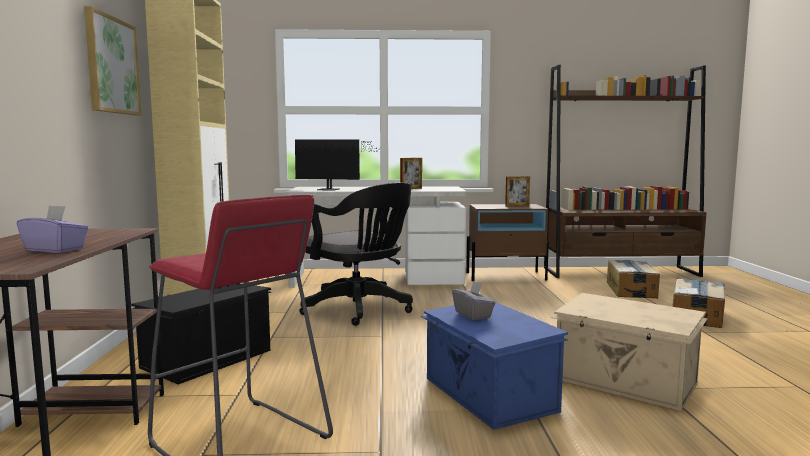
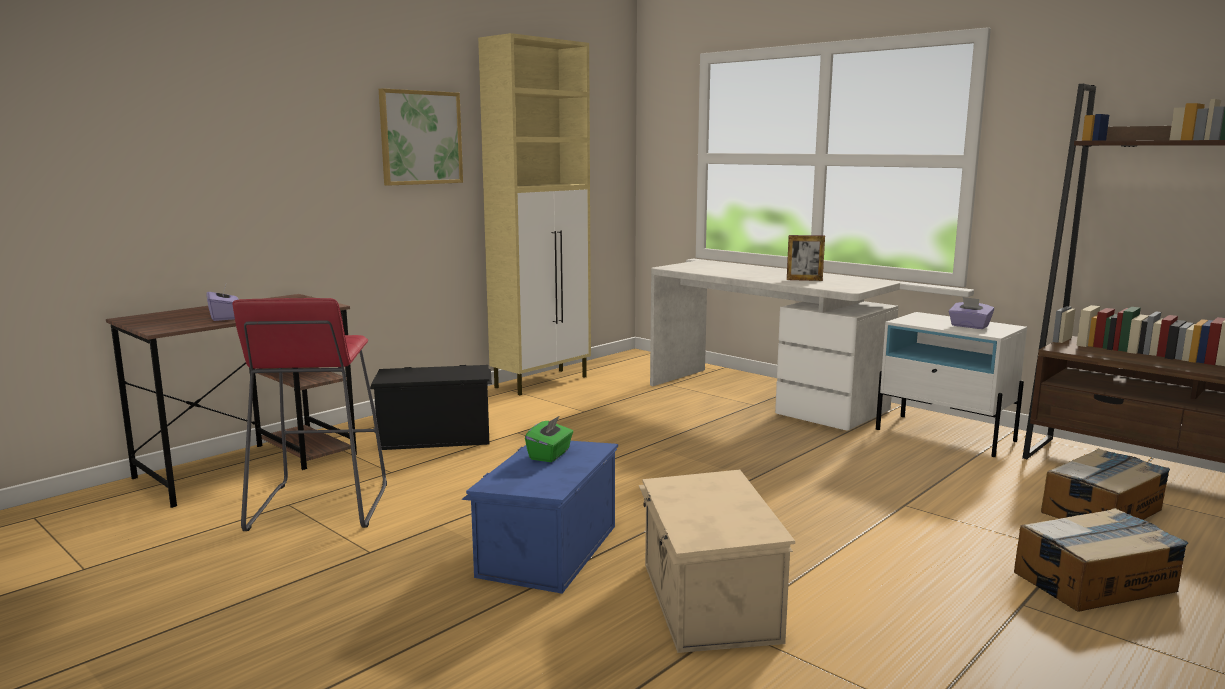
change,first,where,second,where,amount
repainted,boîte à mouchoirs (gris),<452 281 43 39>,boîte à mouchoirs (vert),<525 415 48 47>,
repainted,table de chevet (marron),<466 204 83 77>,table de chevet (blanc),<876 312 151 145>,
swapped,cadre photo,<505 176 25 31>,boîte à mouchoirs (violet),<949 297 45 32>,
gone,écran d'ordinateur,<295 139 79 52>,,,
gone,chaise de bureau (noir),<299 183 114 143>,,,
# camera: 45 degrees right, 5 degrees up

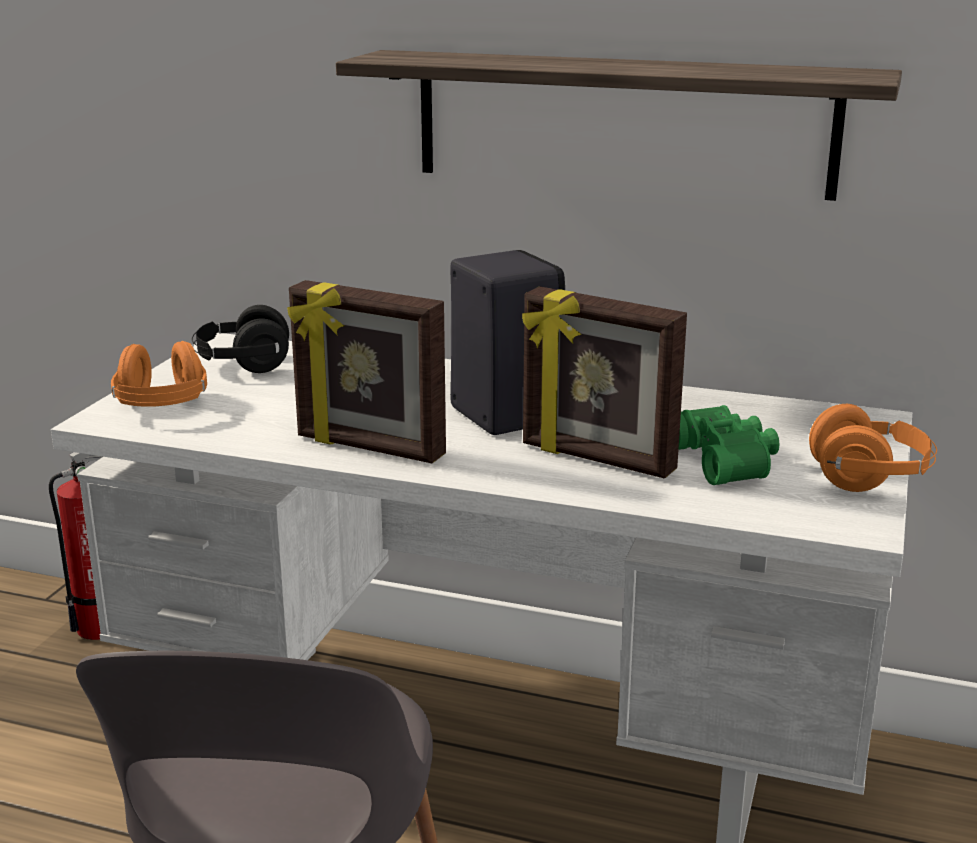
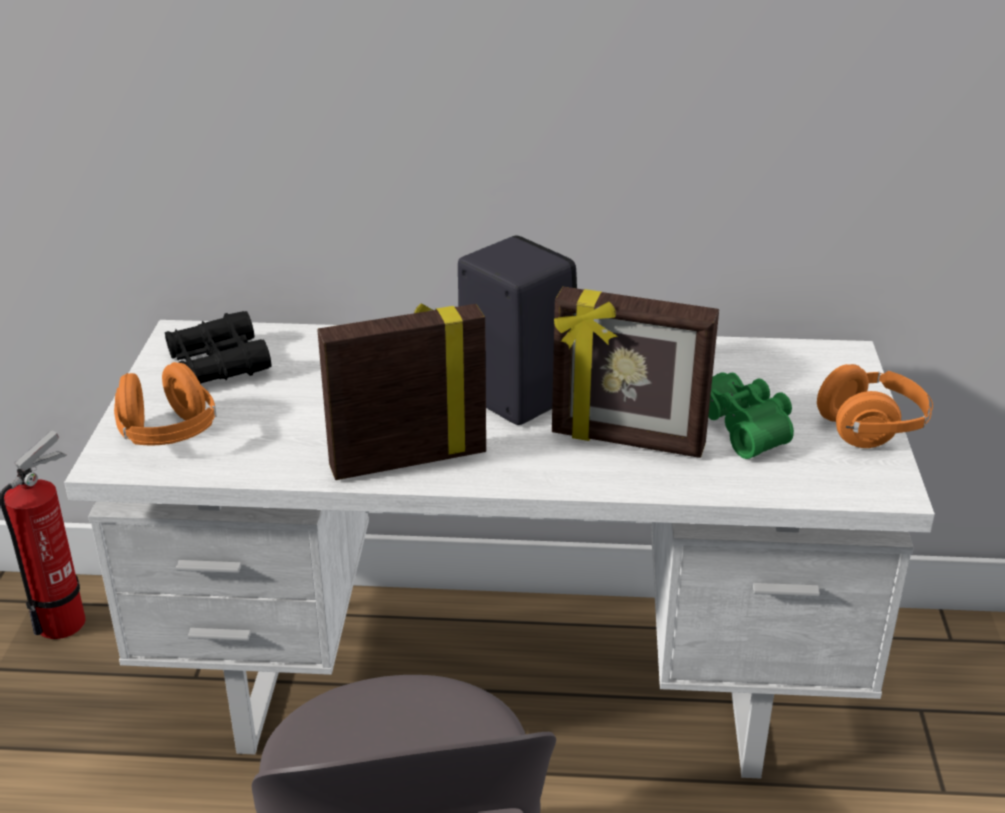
change,first,where,second,where,amount
swapped,casque audio (noir),<192 305 97 68>,jumelles (noir),<165 311 107 73>,
rotated,cadre photo,<287 280 159 183>,,<317 304 169 176>,150 degrees clockwise
gone,étagère,<336 50 566 151>,,,
# camera: 15 degrees left, 10 degrees up

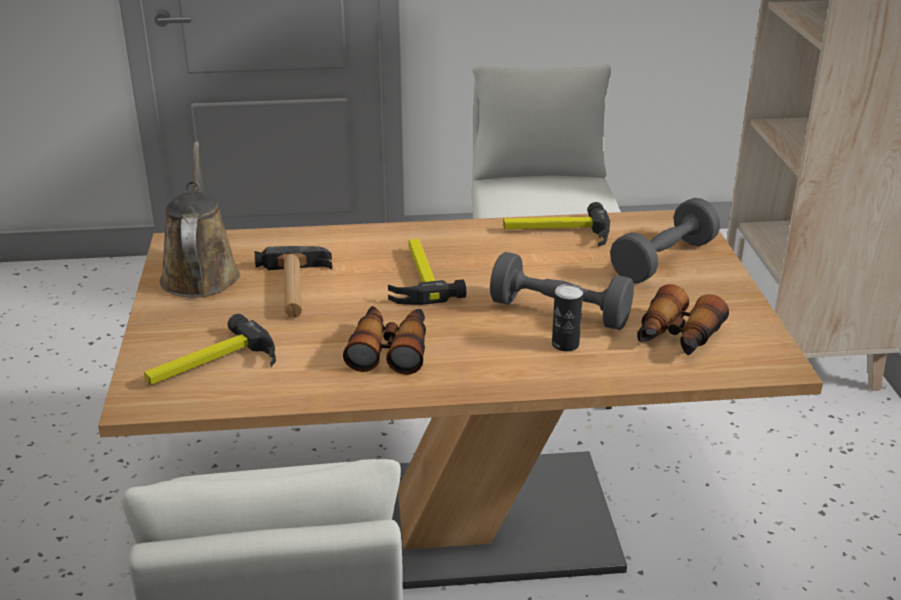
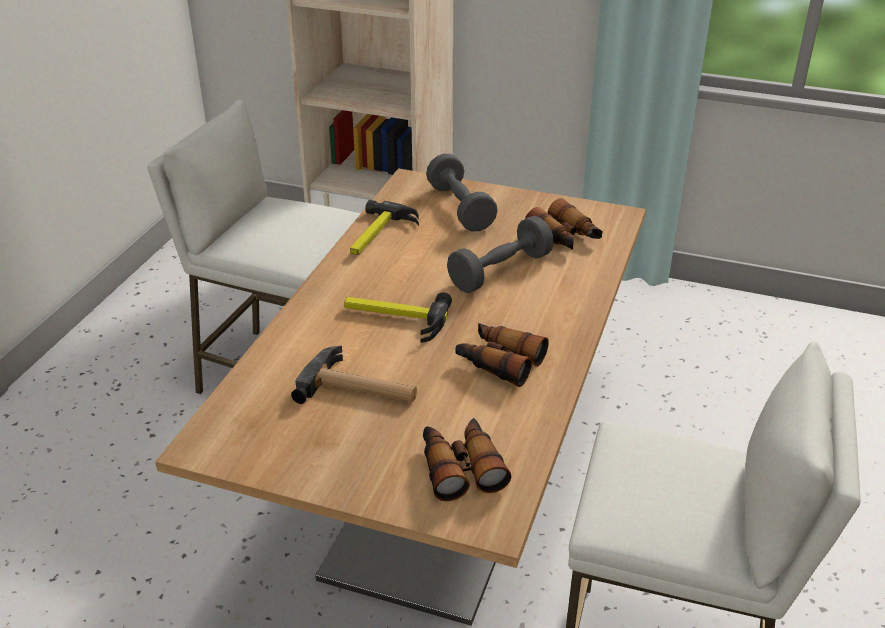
change,first,where,second,where,amount
swapped,marteau,<144 314 132 71>,jumelles,<423 418 88 83>,
gone,arrosoir (marron),<160 141 80 157>,,,
gone,boîte métallique,<552 284 31 68>,,,
# camera: 65 degrees left, 5 degrees up

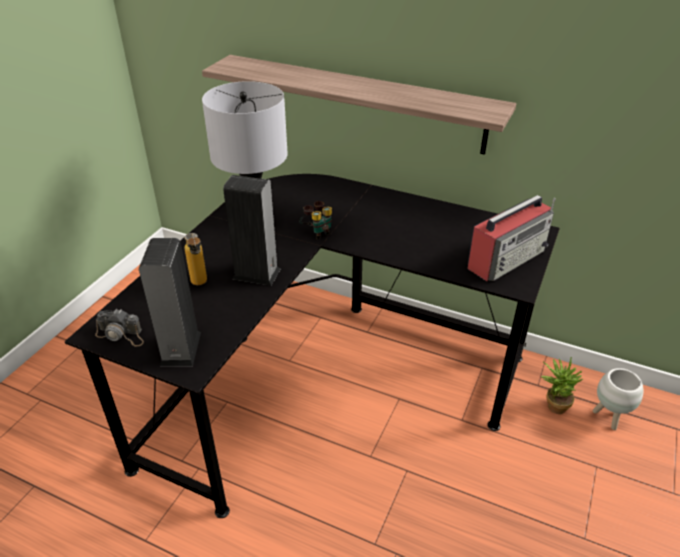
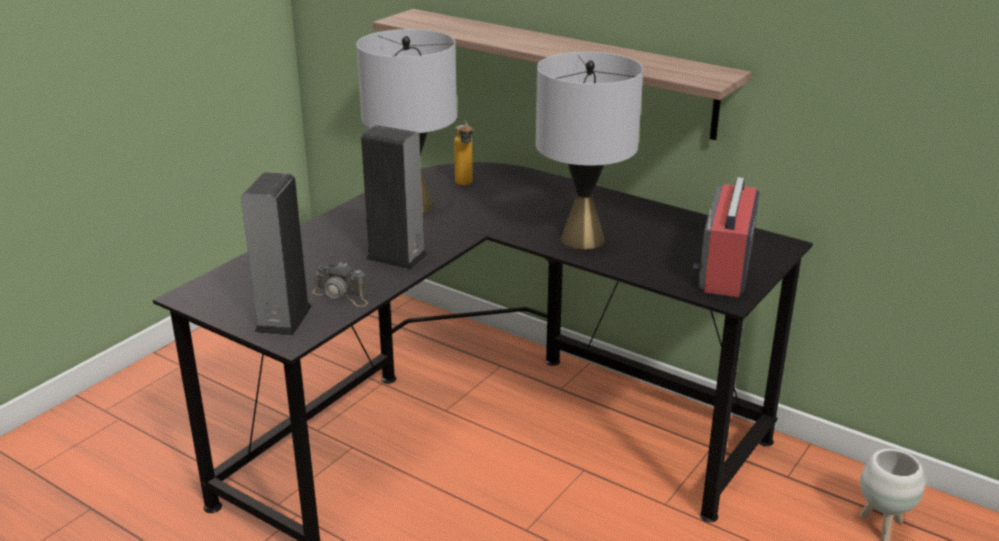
change,first,where,second,where,amount
shifted,appareil photo,<95 309 49 38>,,<312 262 56 45>,
shifted,bouteille,<184 233 23 52>,,<454 120 19 65>,
new,,,lampe de table (gris),<536 52 108 198>,
rotated,radio,<468 195 87 86>,,<693 177 67 120>,135 degrees clockwise
gone,jumelles,<299 201 33 38>,,,
gone,plante en pot,<541 357 42 57>,,,
# camera: 10 degrees right, 10 degrees down

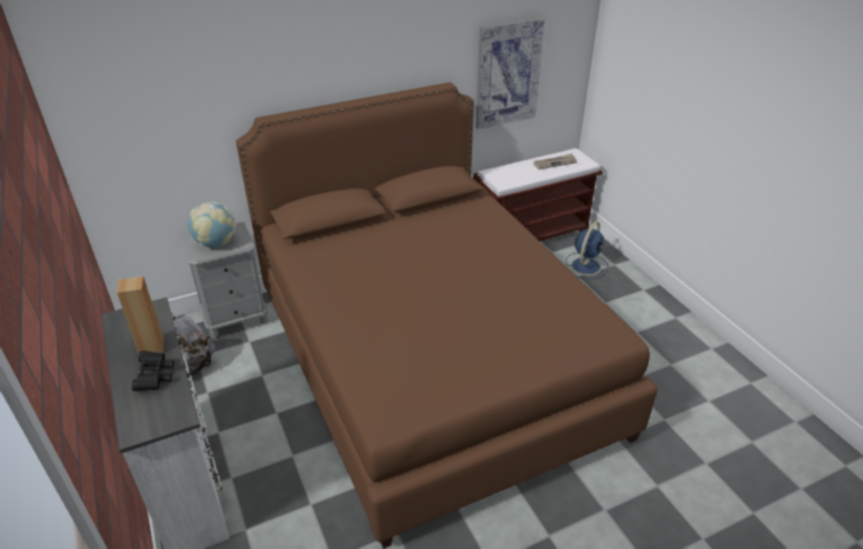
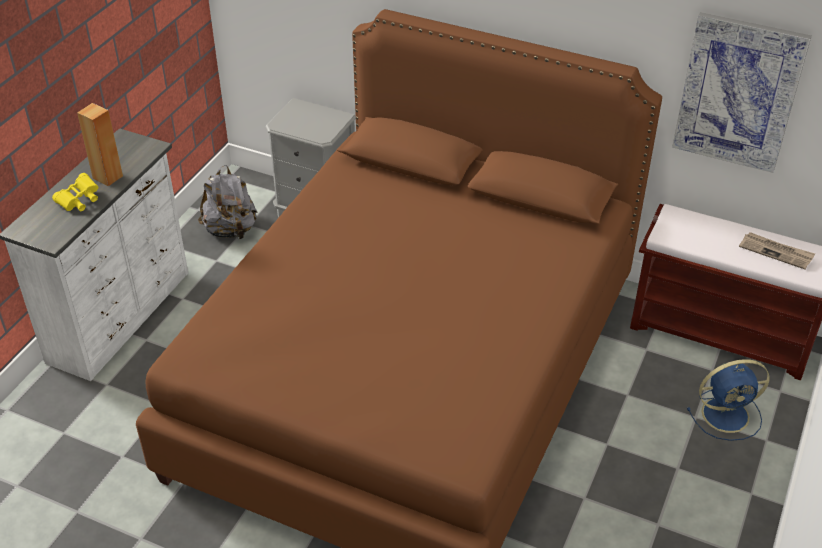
change,first,where,second,where,amount
repainted,jumelles (noir),<132 351 42 40>,jumelles (jaune),<52 173 46 38>,
gone,globe,<188 202 48 45>,,,
# camera: 50 degrees right, 5 degrees up

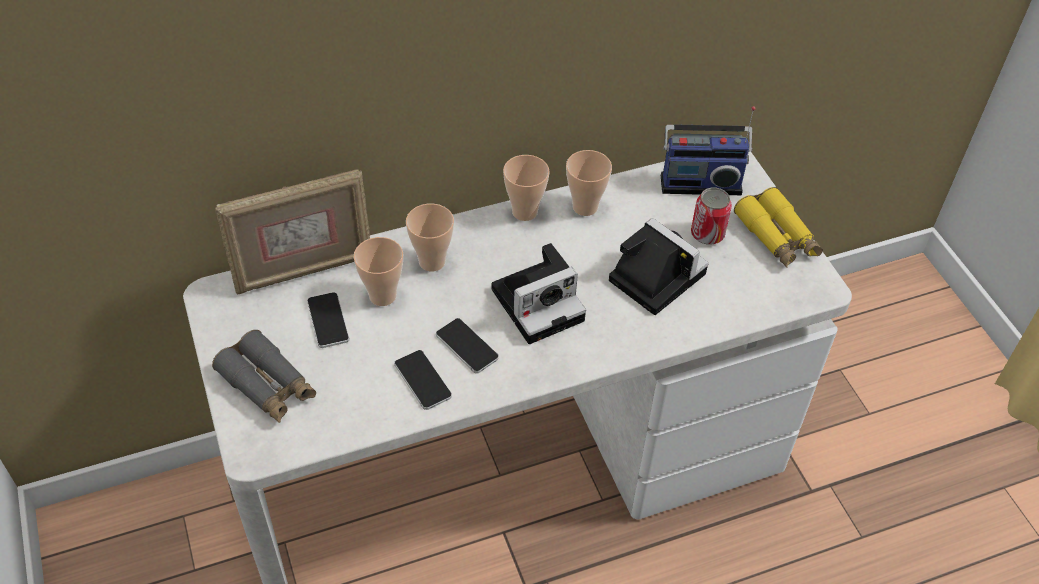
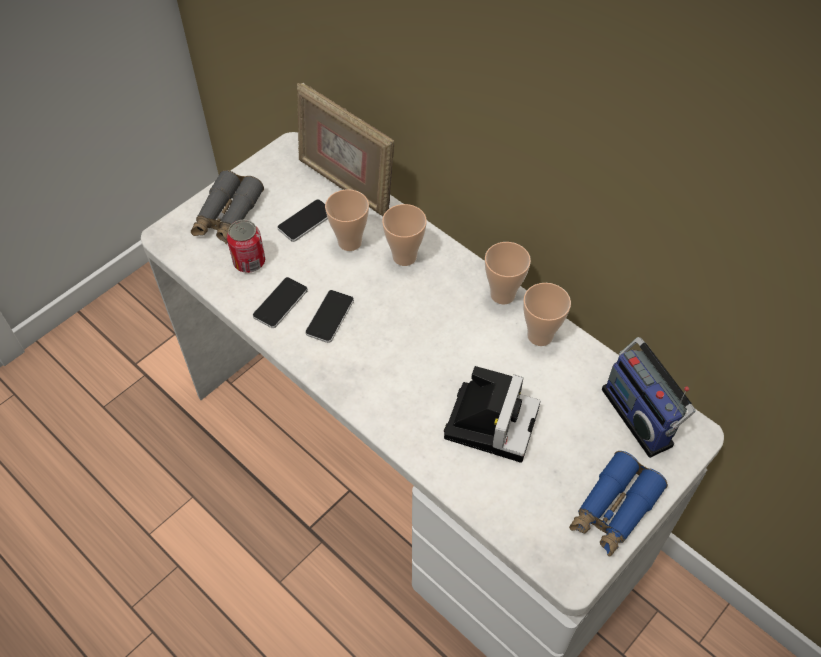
change,first,where,second,where,amount
shifted,boîte métallique,<691 187 41 58>,,<227 219 38 54>,
repainted,jumelles (jaune),<734 187 89 81>,jumelles (bleu),<569 451 99 105>,
gone,appareil photo,<491 243 95 101>,,,
# camera: 65 degrees right, 5 degrees up

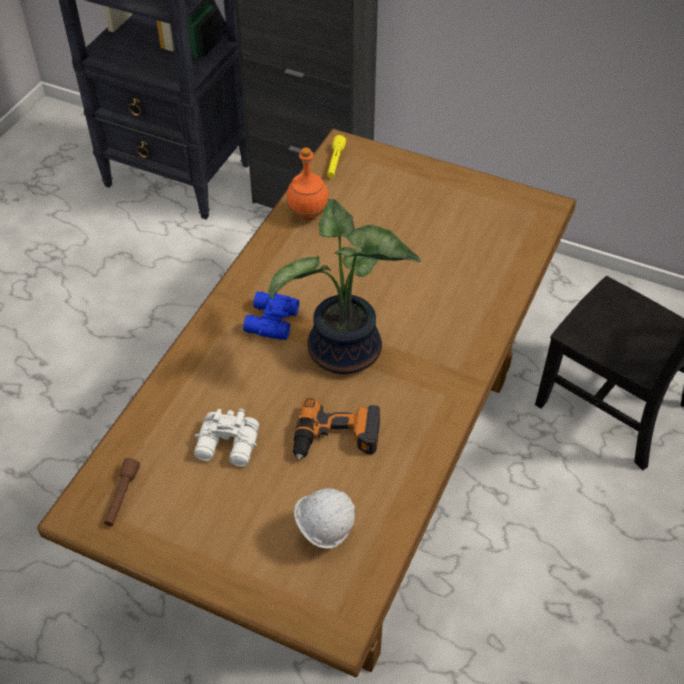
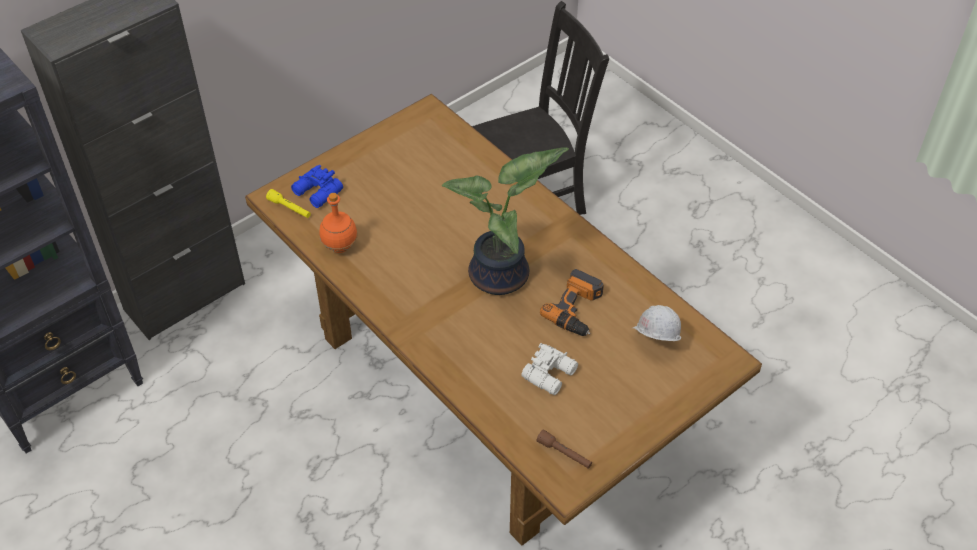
change,first,where,second,where,amount
shifted,jumelles (bleu),<243 292 56 48>,,<291 165 52 43>,
# camera: 65 degrees left, 0 degrees up

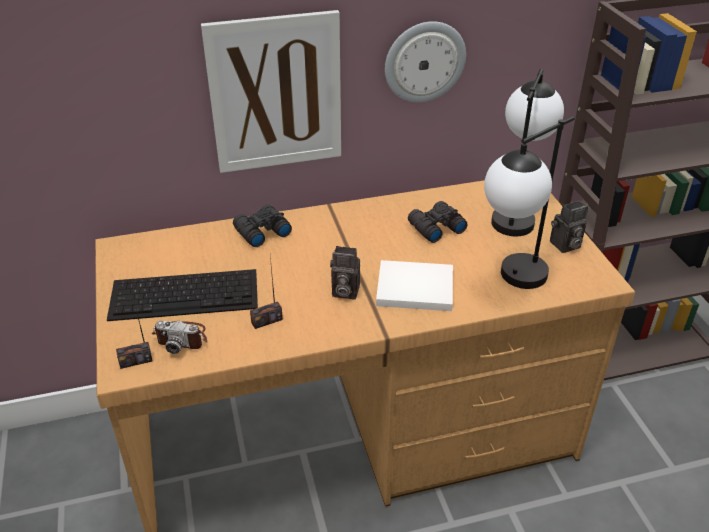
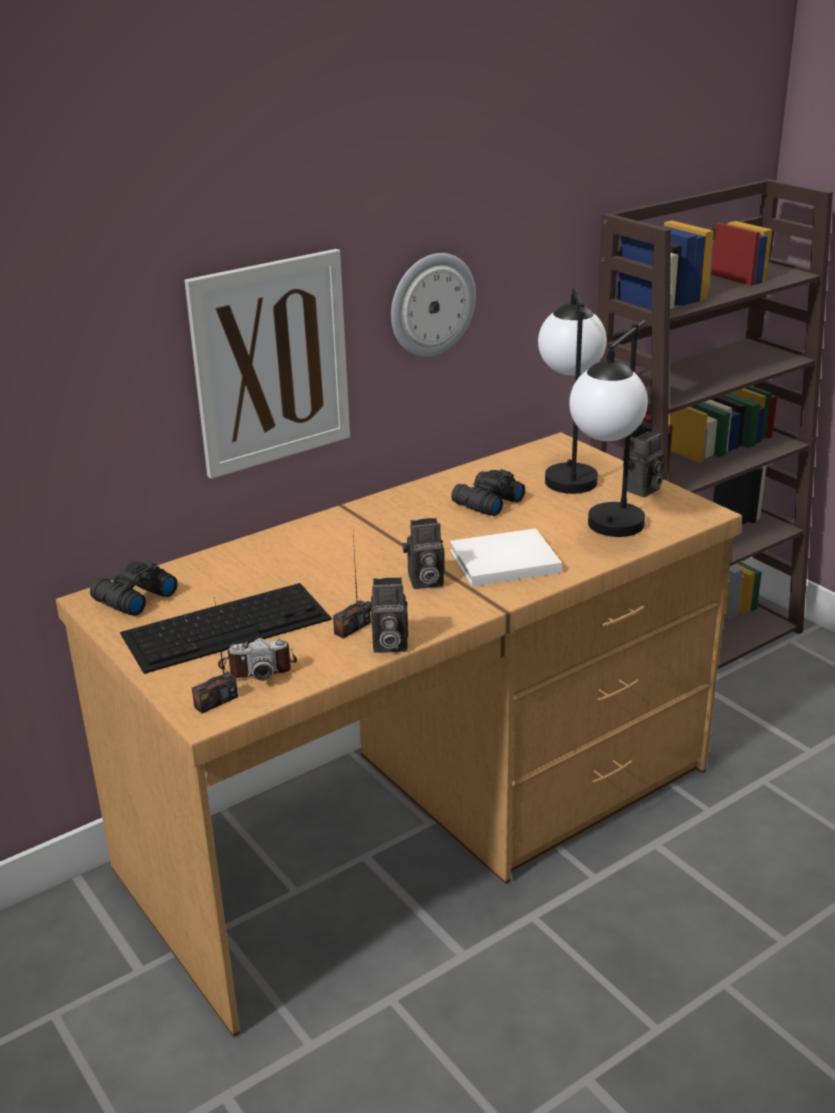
change,first,where,second,where,amount
shifted,jumelles (noir),<233 205 59 42>,,<90 560 88 56>,
new,,,appareil photo,<365 577 43 76>,
# camera: 20 degrees left, 10 degrees down

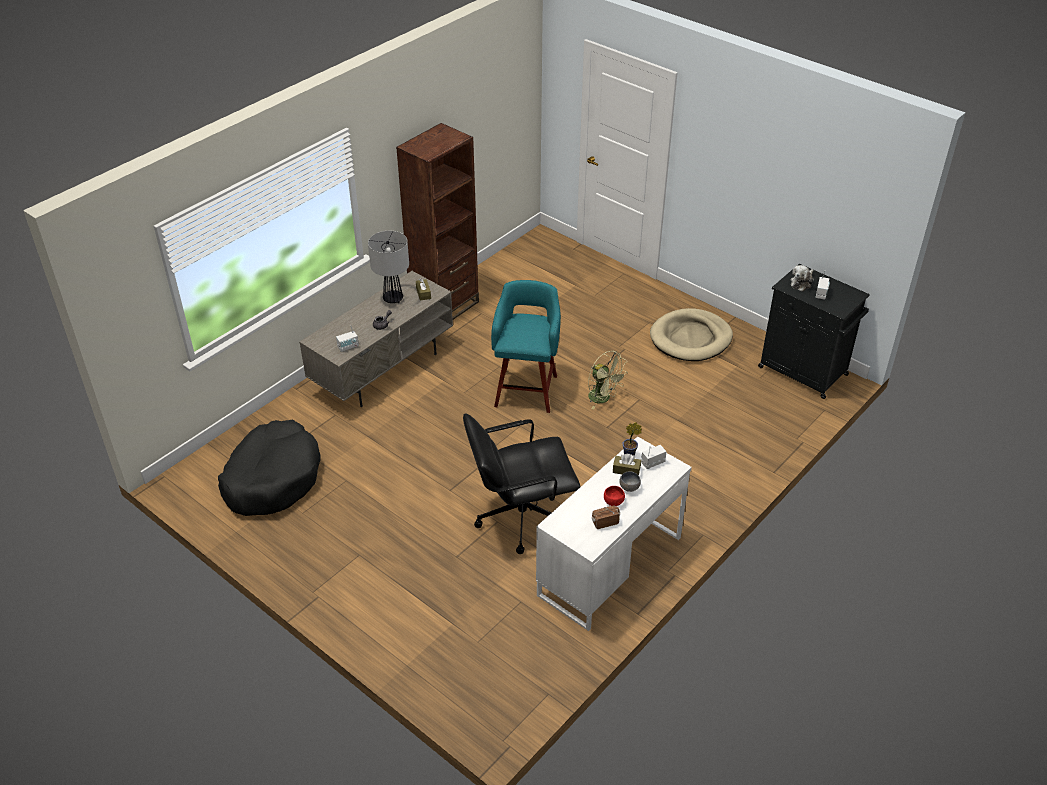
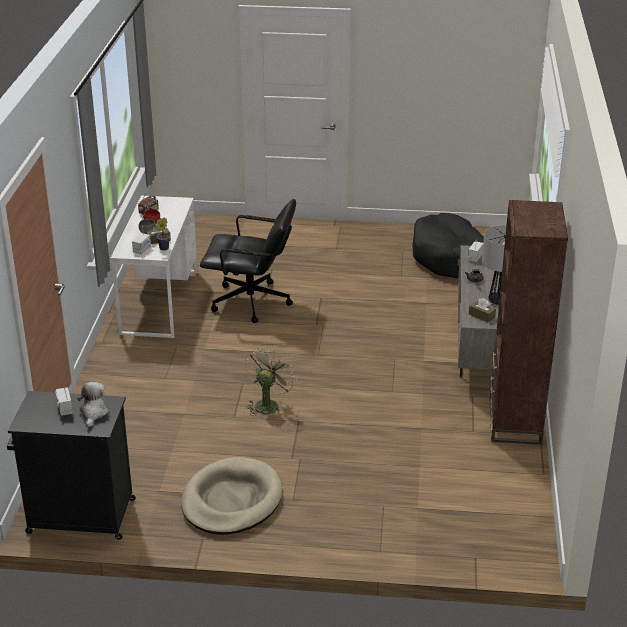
change,first,where,second,where,amount
rotated,chaise de bureau (noir),<463 413 117 141>,,<200 199 96 124>,60 degrees clockwise
rotated,ventilateur (vert),<588 351 39 58>,,<245 348 52 68>,105 degrees clockwise
gone,tabouret (turquoise),<491 280 70 133>,,,
# camera: 145 degrees right, 10 degrees down

